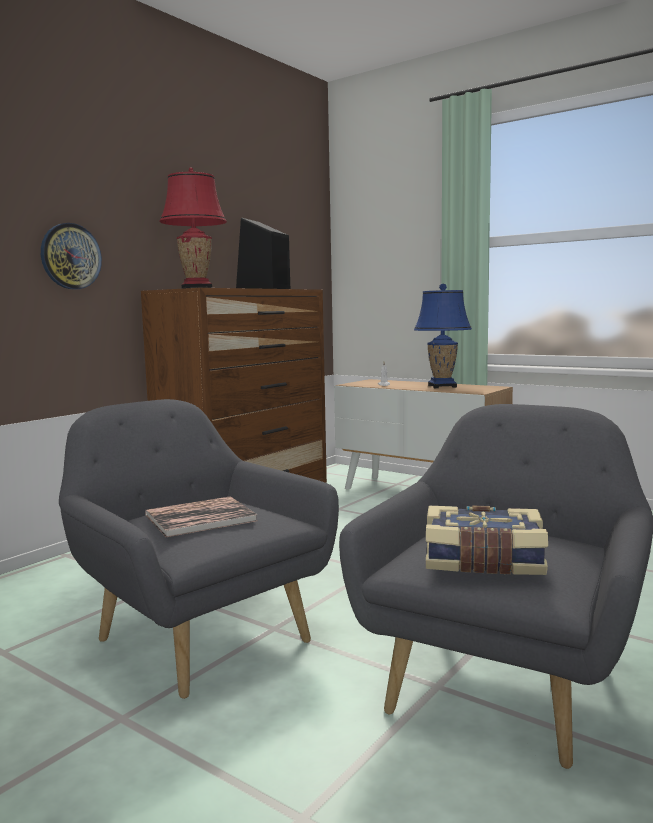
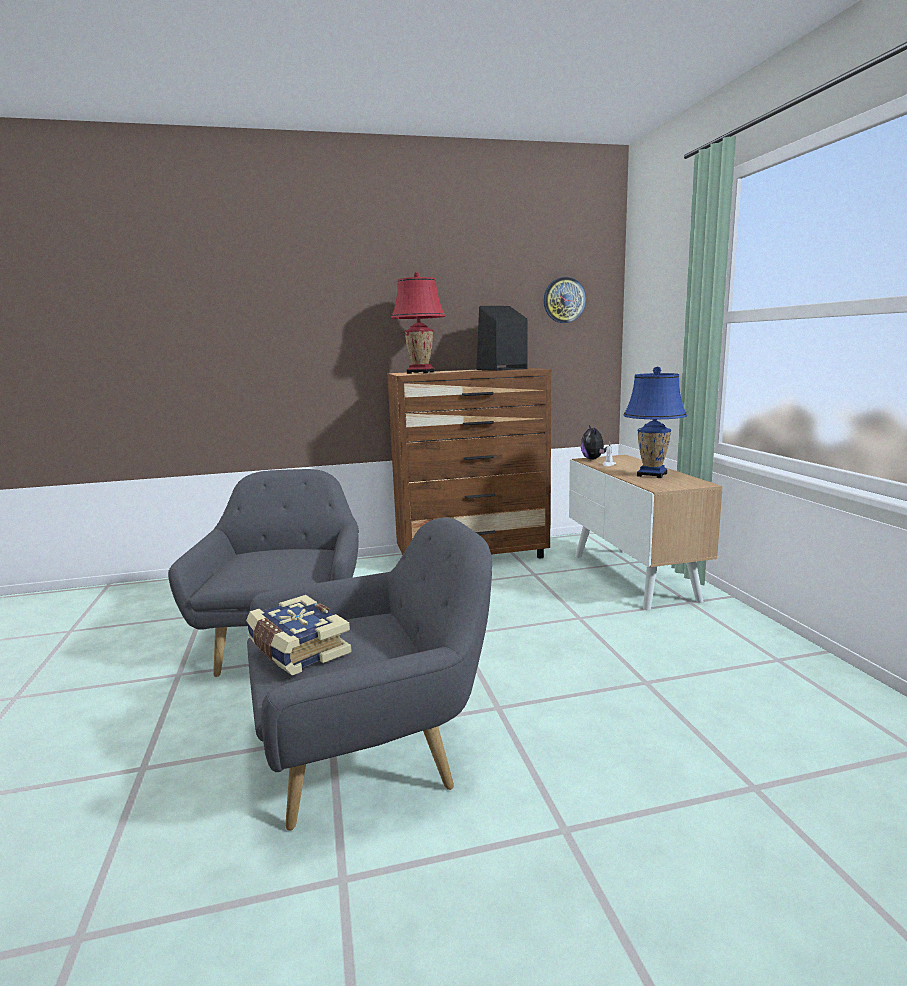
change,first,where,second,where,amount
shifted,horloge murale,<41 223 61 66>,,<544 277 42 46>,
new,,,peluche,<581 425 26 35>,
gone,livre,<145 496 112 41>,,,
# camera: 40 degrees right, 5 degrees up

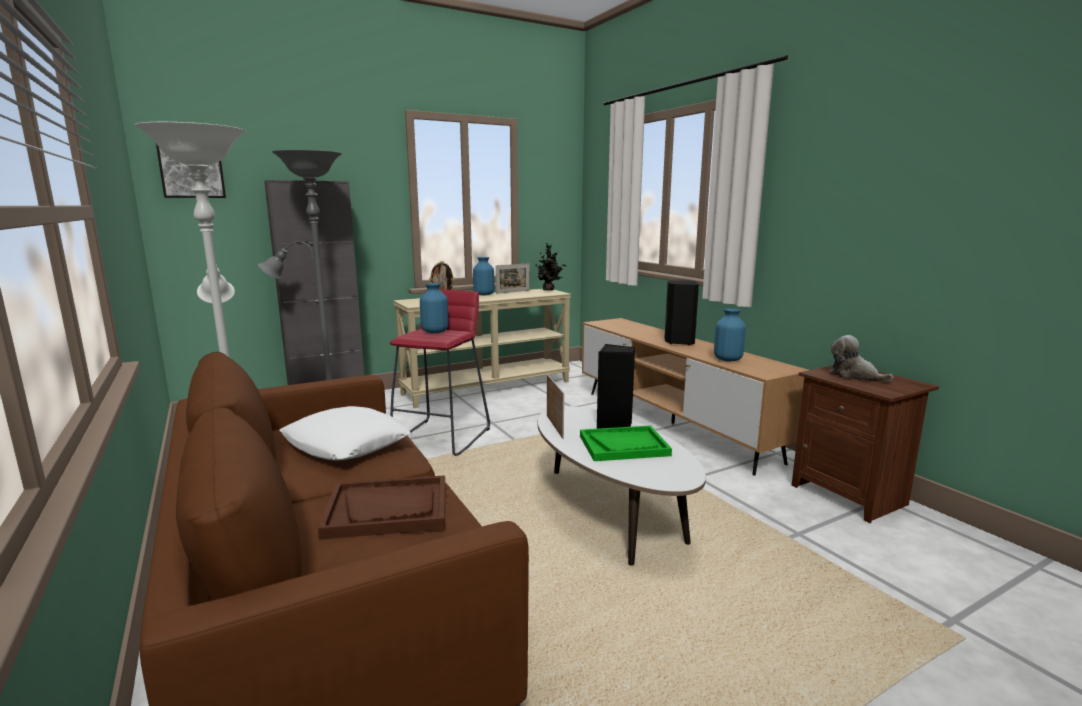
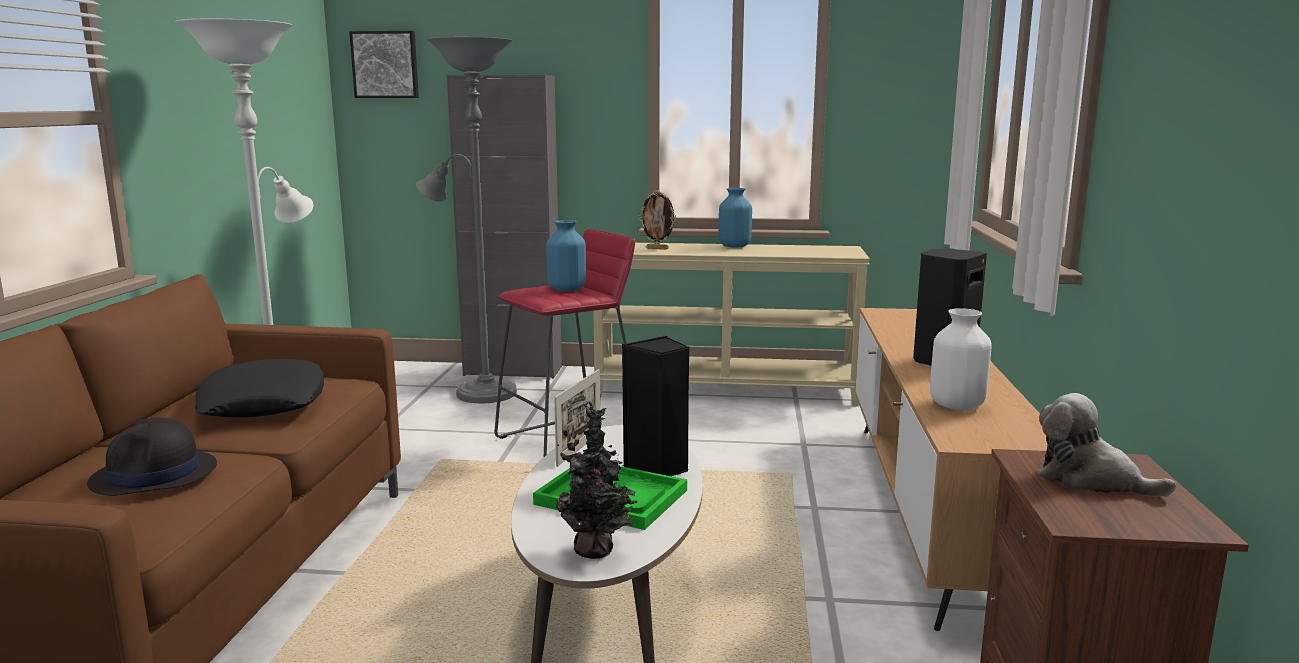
change,first,where,second,where,amount
swapped,plateau (marron),<318 475 127 65>,chapeau (noir),<87 418 130 78>,
repainted,coussin (blanc),<280 406 131 55>,coussin (noir),<195 359 129 58>,
shifted,plante en pot,<534 243 33 47>,,<556 400 82 159>,
repainted,vase (bleu),<714 308 32 53>,vase (blanc),<930 308 62 102>,
rotated,peluche,<829 335 65 47>,,<1038 393 138 104>,45 degrees counterclockwise
gone,cadre photo,<495 263 35 31>,,,
# camera: 35 degrees right, 0 degrees up

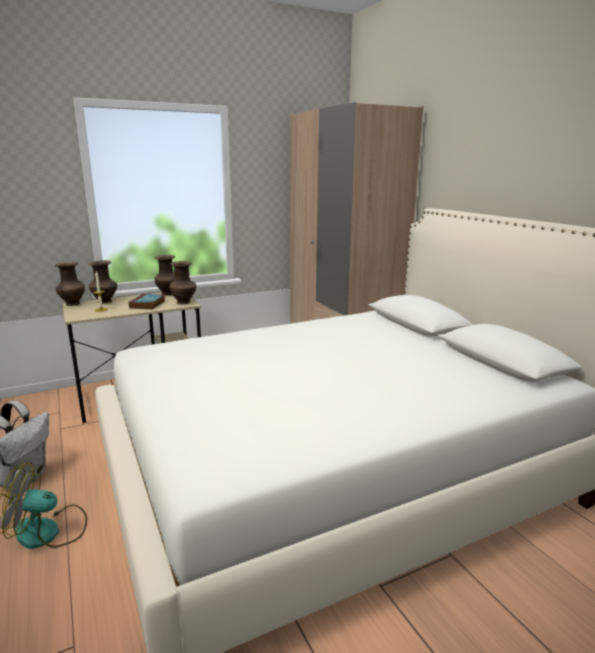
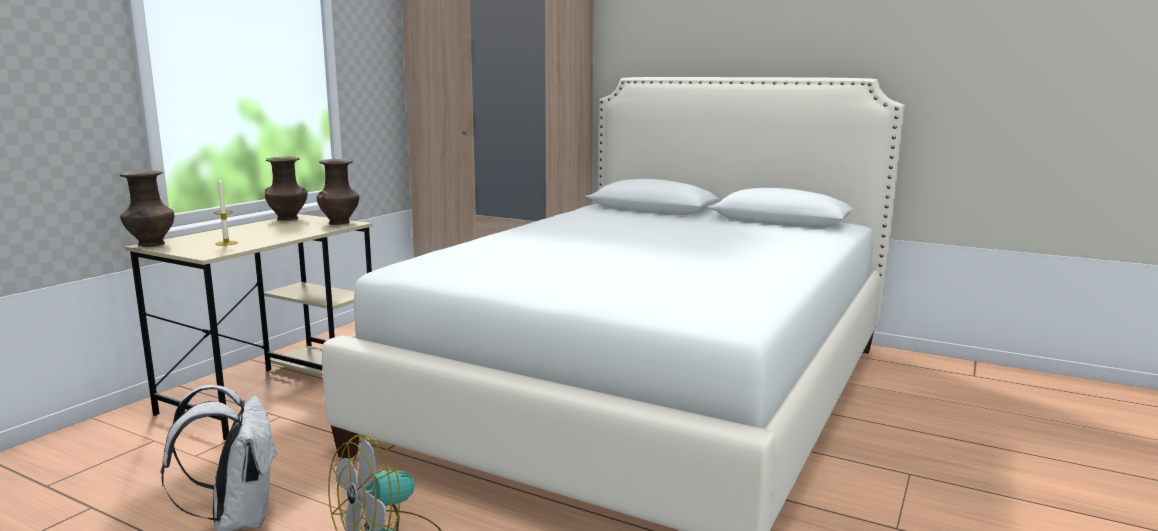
change,first,where,second,where,amount
gone,vase (marron),<89 260 28 44>,,,
gone,livre,<129 294 36 16>,,,
# camera: 35 degrees left, 5 degrees down

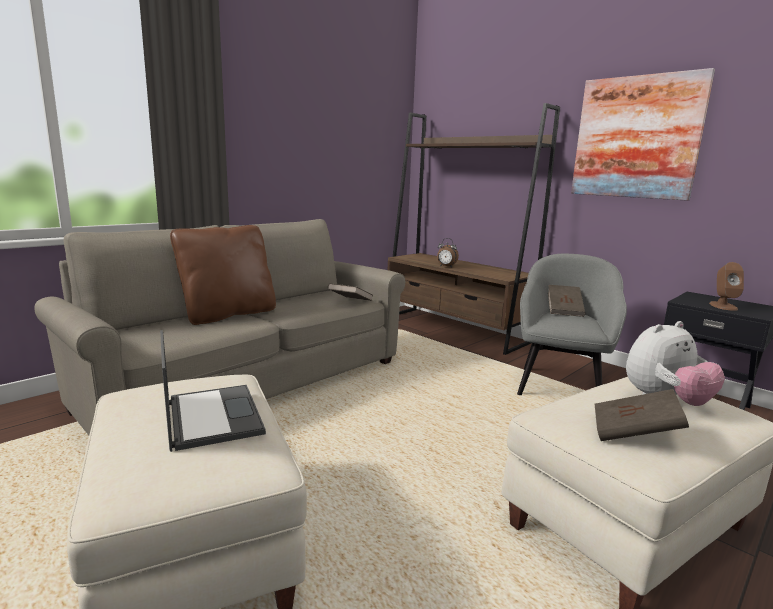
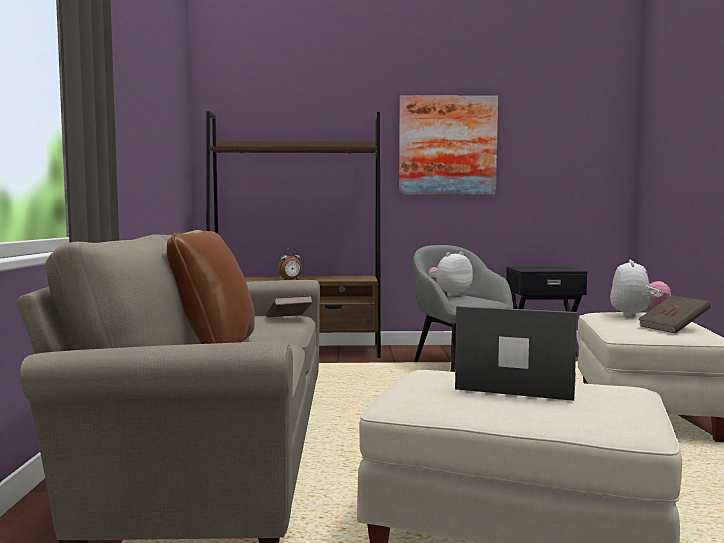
change,first,where,second,where,amount
swapped,livre (marron),<548 285 37 32>,peluche,<429 252 44 44>,
gone,enceinte (marron),<709 262 35 49>,,,
# camera: 45 degrees left, 10 degrees down

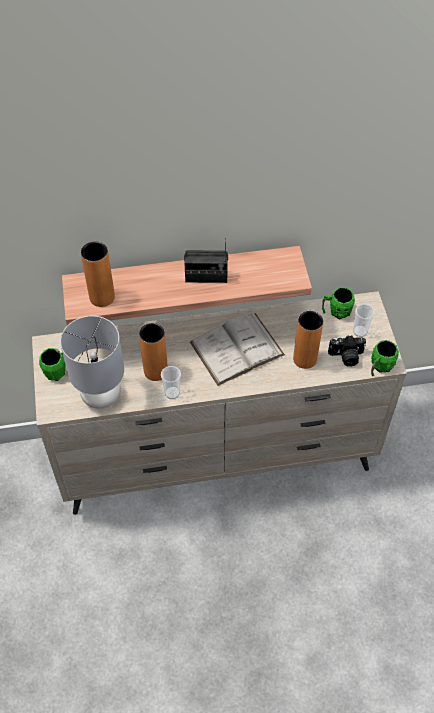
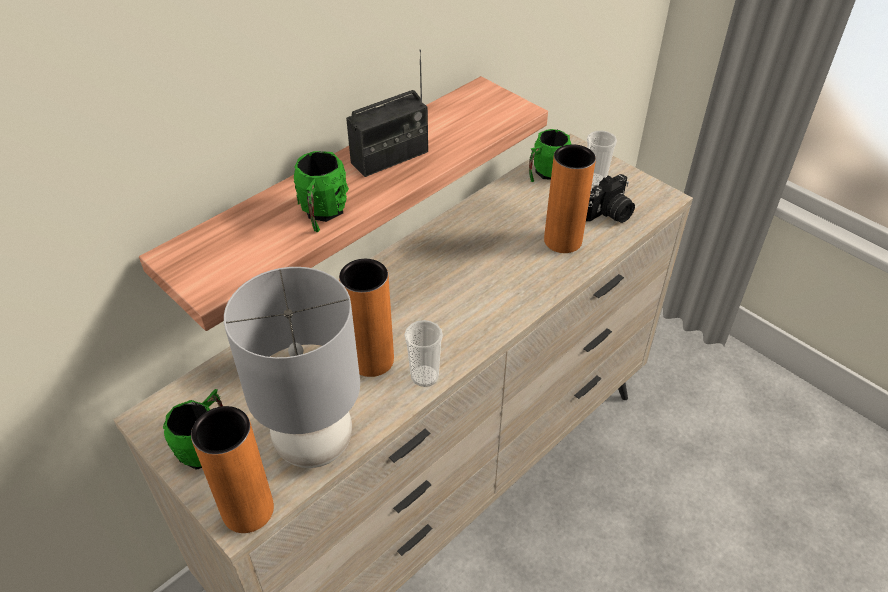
change,first,where,second,where,amount
shifted,vase (orange),<81 241 34 66>,,<191 406 83 127>,
shifted,mug (vert),<371 340 28 36>,,<294 151 55 81>,
gone,livre (blanc),<190 313 95 73>,,,
# camera: 35 degrees left, 10 degrees down

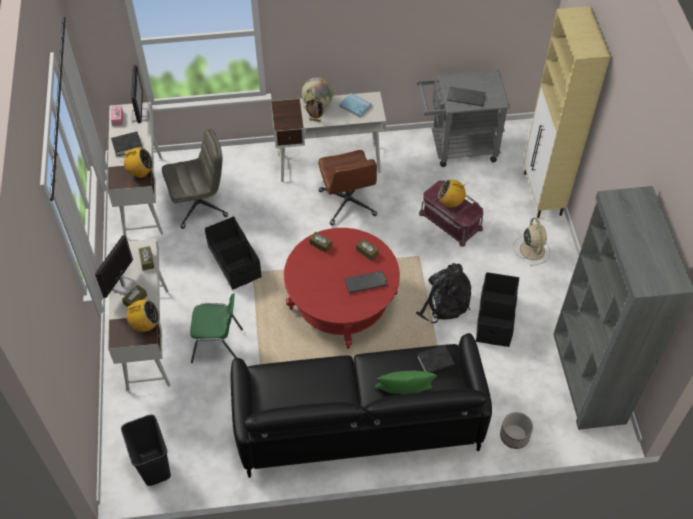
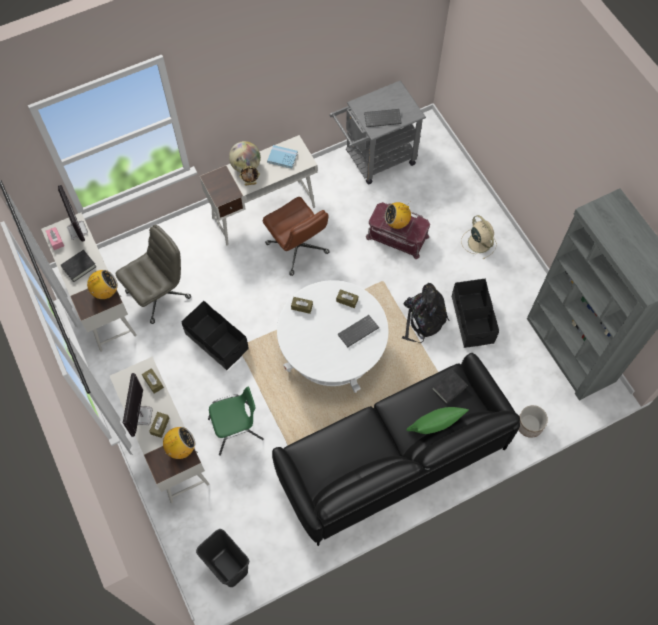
change,first,where,second,where,amount
repainted,table basse (rouge),<284 228 116 121>,table basse (blanc),<277 280 112 113>,
gone,meuble de rangement (beige),<523 6 88 212>,,,
# camera: 20 degrees left, 10 degrees up

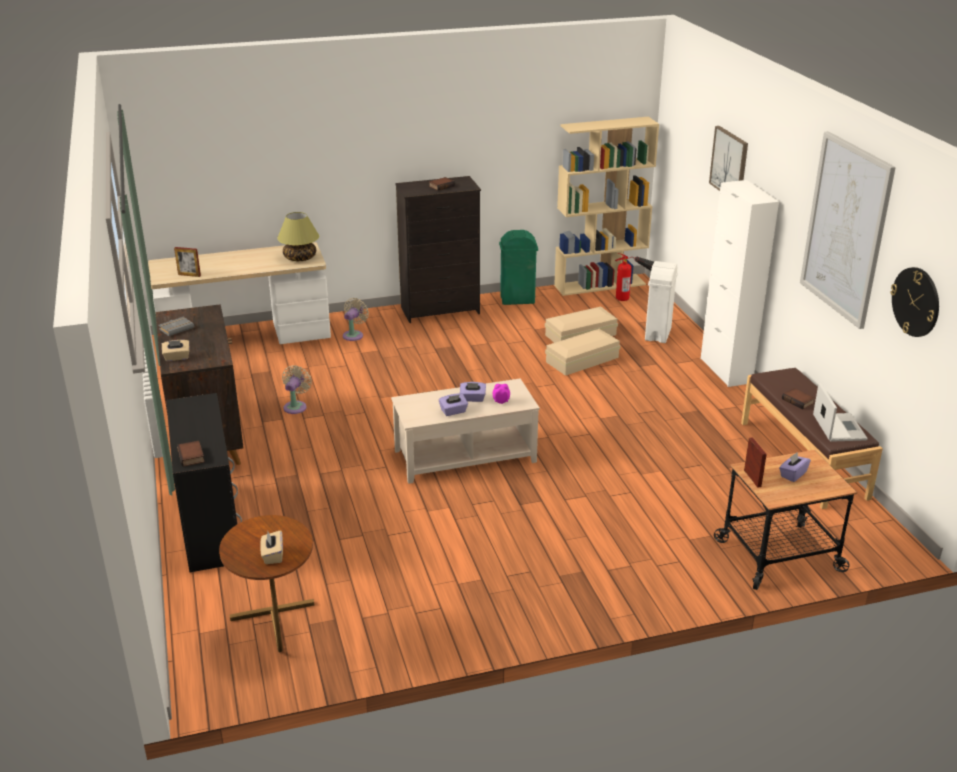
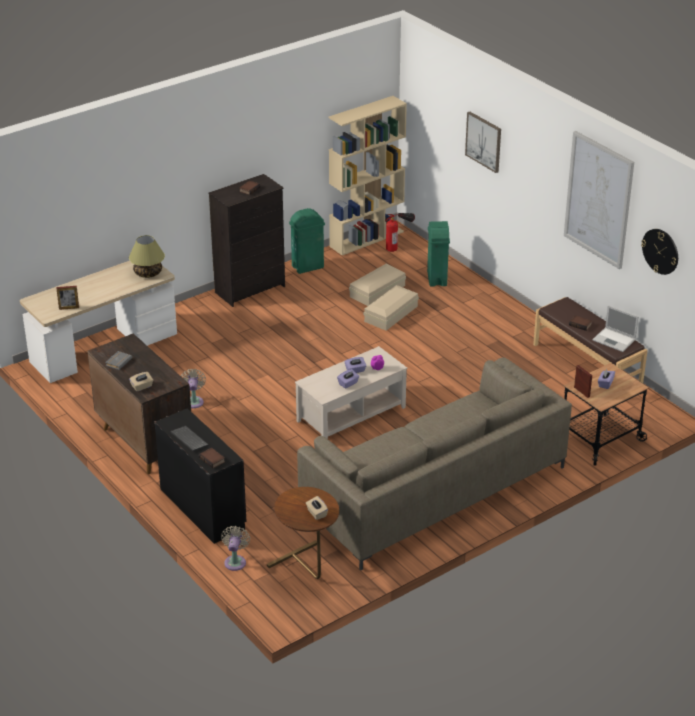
change,first,where,second,where,amount
new,,,clavier,<170 426 39 25>,
shifted,ventilateur (beige),<343 298 26 43>,,<221 526 29 45>,
new,,,canapé (beige),<297 357 275 213>,
repainted,poubelle (blanc),<645 261 33 82>,poubelle (vert),<427 221 23 65>,
rotated,ordinateur portable,<813 383 55 59>,,<592 305 47 47>,150 degrees clockwise
gone,meuble de rangement (blanc),<701 180 78 207>,,,
# camera: 20 degrees left, 5 degrees up

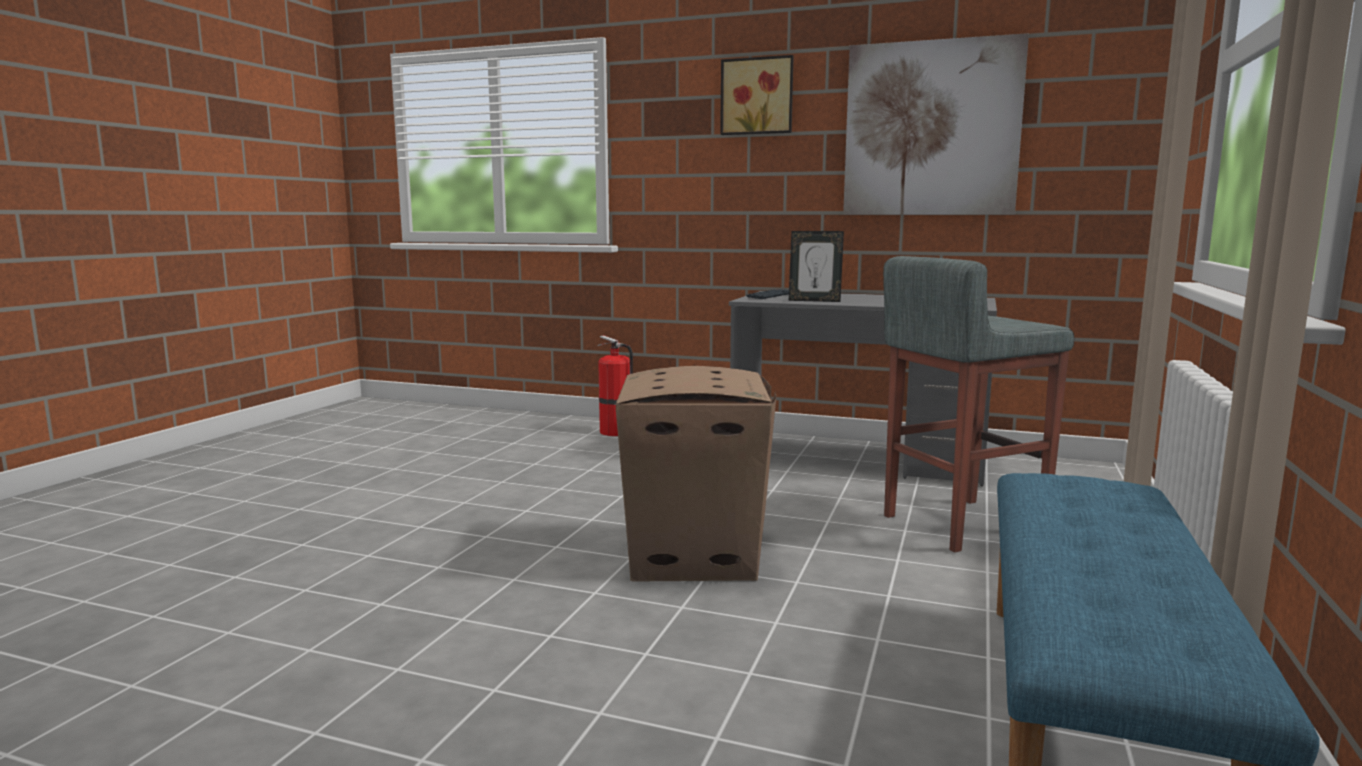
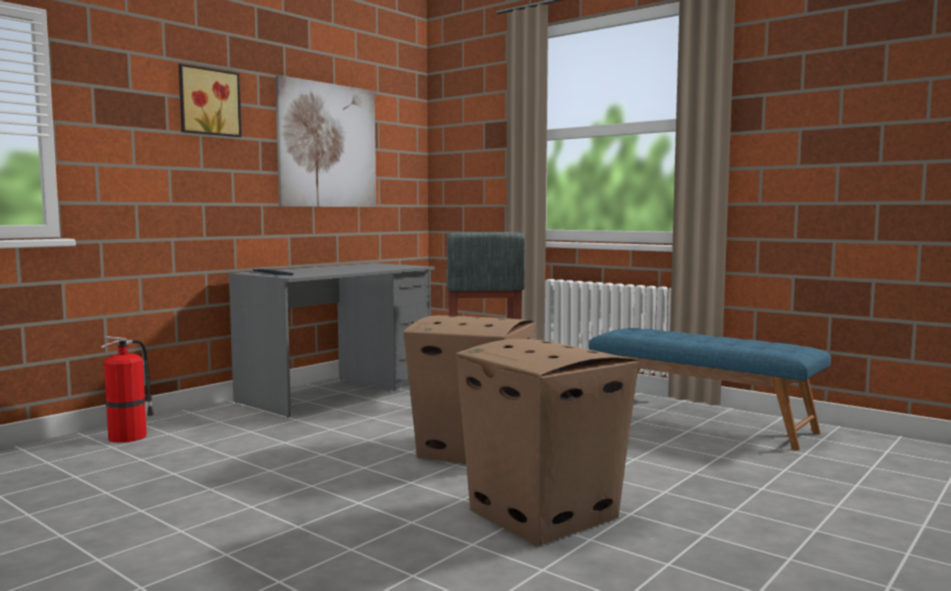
change,first,where,second,where,amount
new,,,carton,<456 339 183 207>,
gone,cadre photo,<789 231 55 71>,,,
# camera: 70 degrees left, 5 degrees down

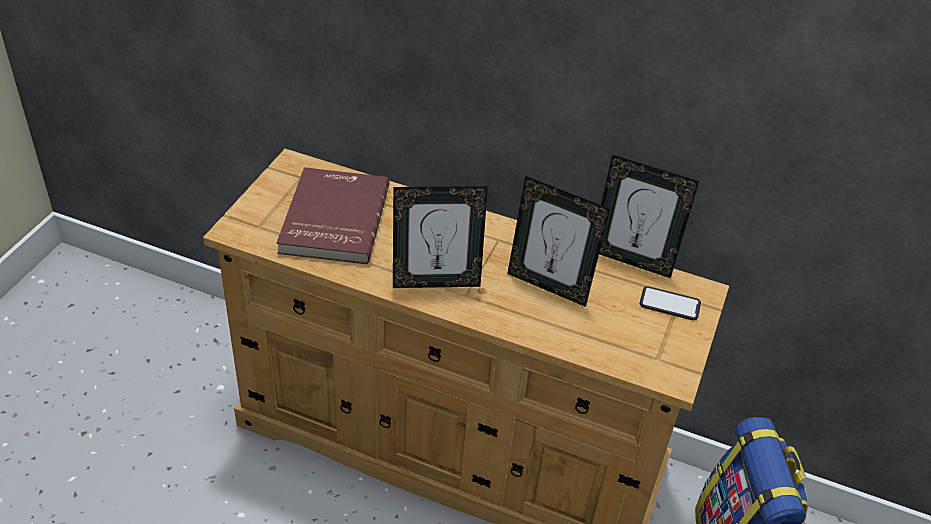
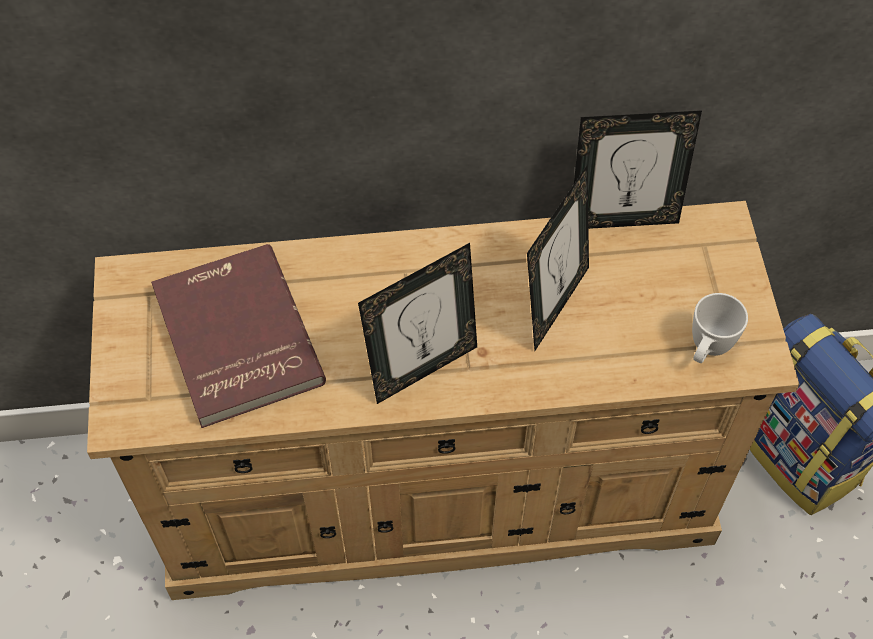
change,first,where,second,where,amount
rotated,cadre photo,<507 176 103 131>,,<527 165 62 186>,60 degrees counterclockwise
new,,,mug (blanc),<692 293 56 70>,
gone,téléphone,<640 286 61 34>,,,
# camera: 25 degrees left, 15 degrees up

